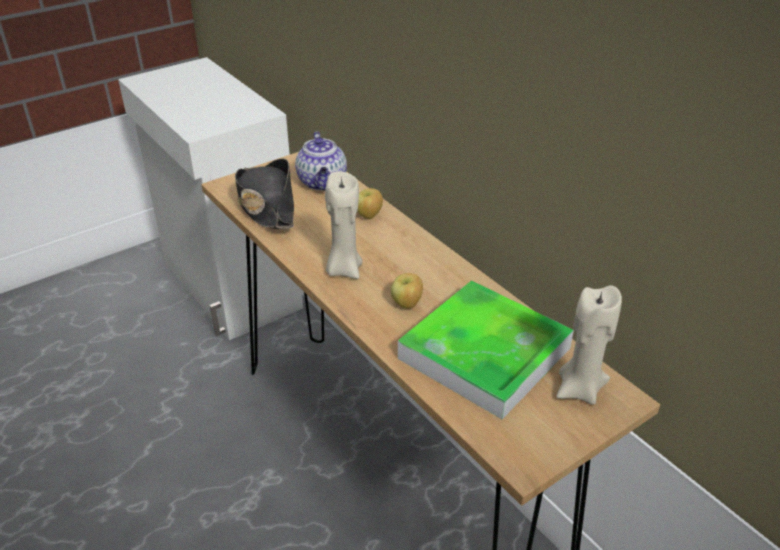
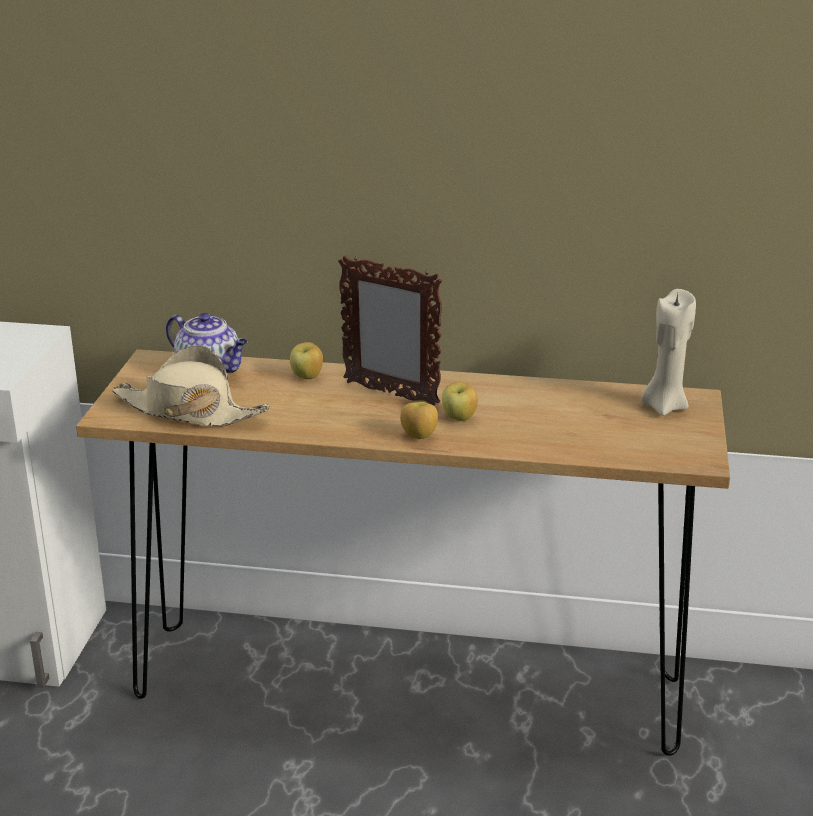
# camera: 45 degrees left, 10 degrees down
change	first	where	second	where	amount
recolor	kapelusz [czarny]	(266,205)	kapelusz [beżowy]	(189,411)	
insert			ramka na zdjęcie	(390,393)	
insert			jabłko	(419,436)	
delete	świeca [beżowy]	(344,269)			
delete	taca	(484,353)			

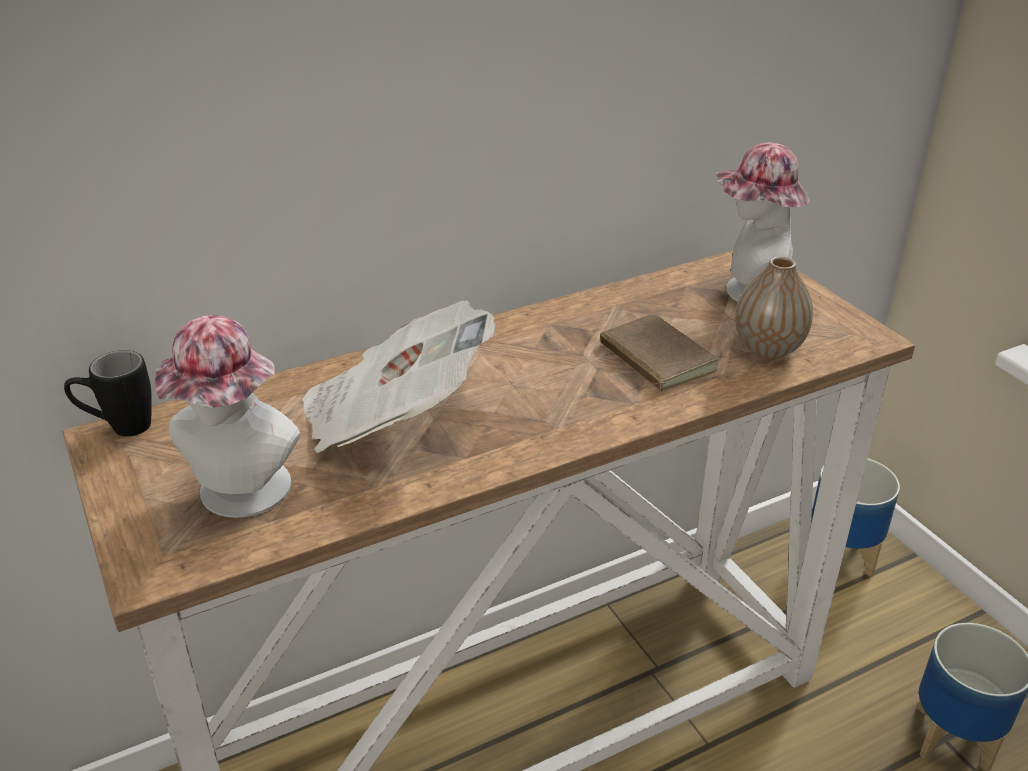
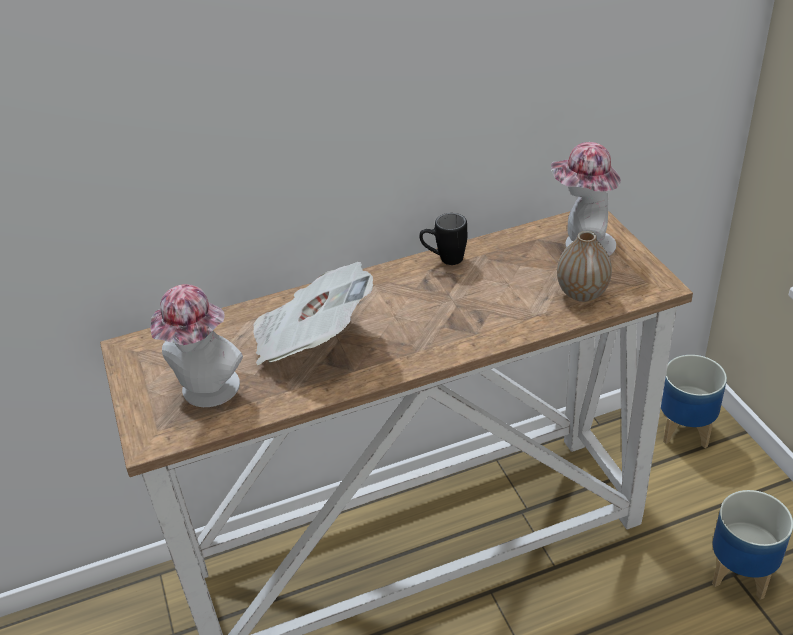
# camera: 10 degrees right, 5 degrees up
change	first	where	second	where	amount
move	kubek [czarny]	(119,427)		(444,259)	
delete	książka [brązowy]	(653,359)			

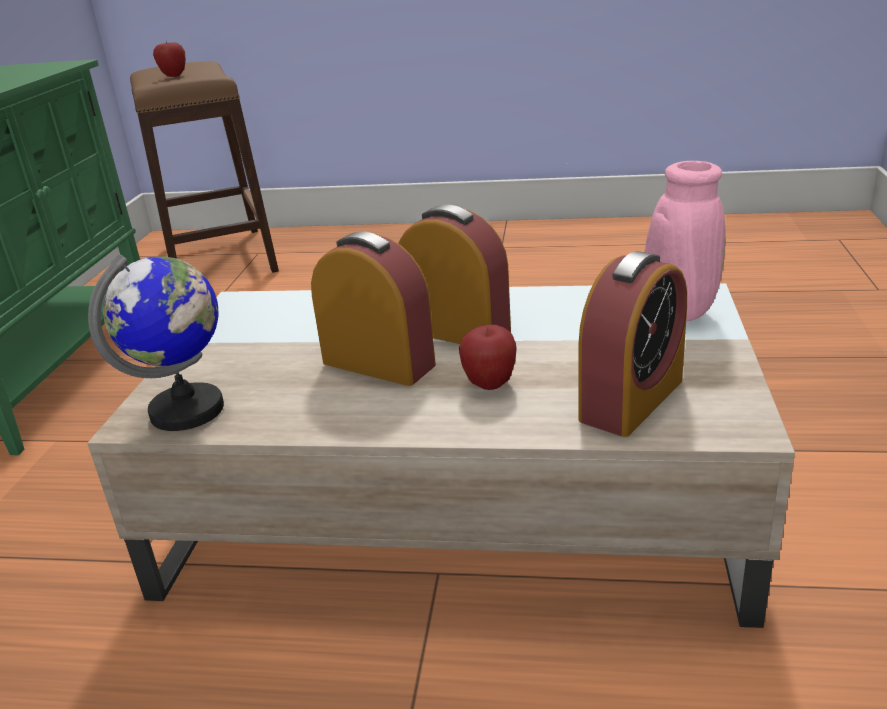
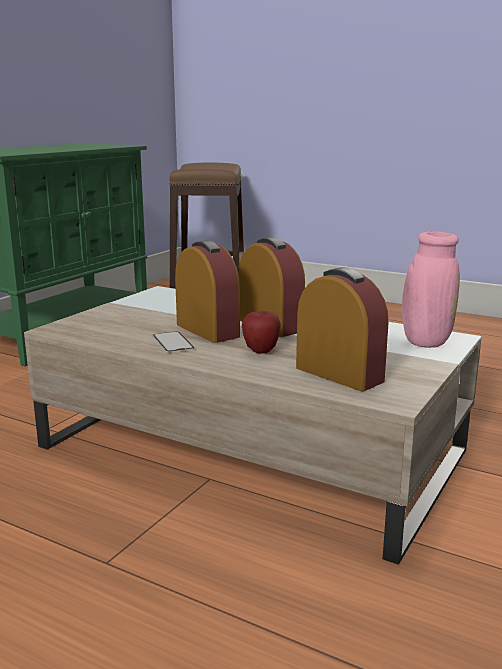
# camera: 20 degrees right, 10 degrees down
change	first	where	second	where	amount
insert			telefon	(173,342)	
rotate	budzik	(631,400)		(339,374)	105 degrees counterclockwise
delete	globus	(188,410)			
delete	jabłko	(174,75)			

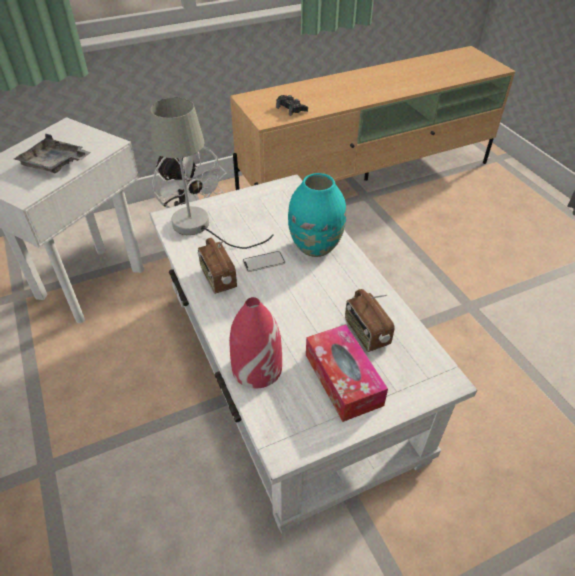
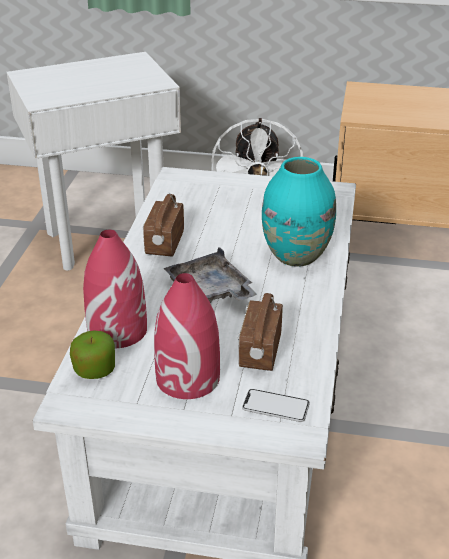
# camera: 35 degrees right, 10 degrees down
change	first	where	second	where	amount
insert			jabłko	(94,370)	
replace	pudełko chusteczek	(343,379)	wazon [czerwony]	(188,378)	
move	taca [szary]	(55,164)		(210,291)	
move	telefon	(264,262)		(275,406)	
delete	lampa stołowa [szary]	(200,227)			
delete	pad do gier [czarny]	(291,109)			

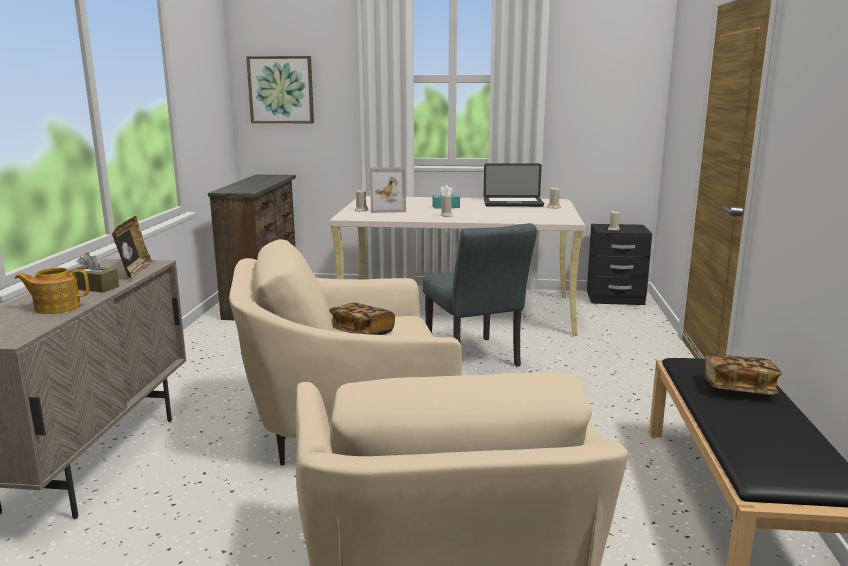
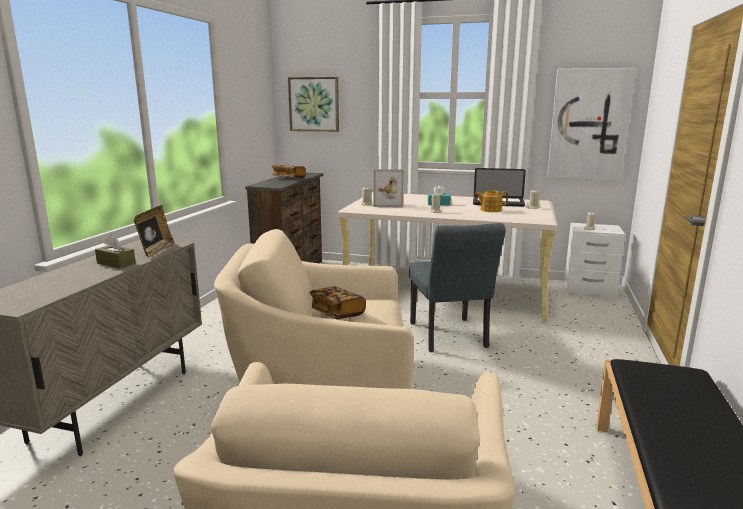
# camera: 10 degrees right, 0 degrees up
change	first	where	second	where	amount
move	książka	(738,389)		(289,178)	
move	imbryk	(56,307)		(490,210)	
insert			obraz	(588,125)	
recolor	szafka nocna [czarny]	(615,298)	szafka nocna [biały]	(589,289)	

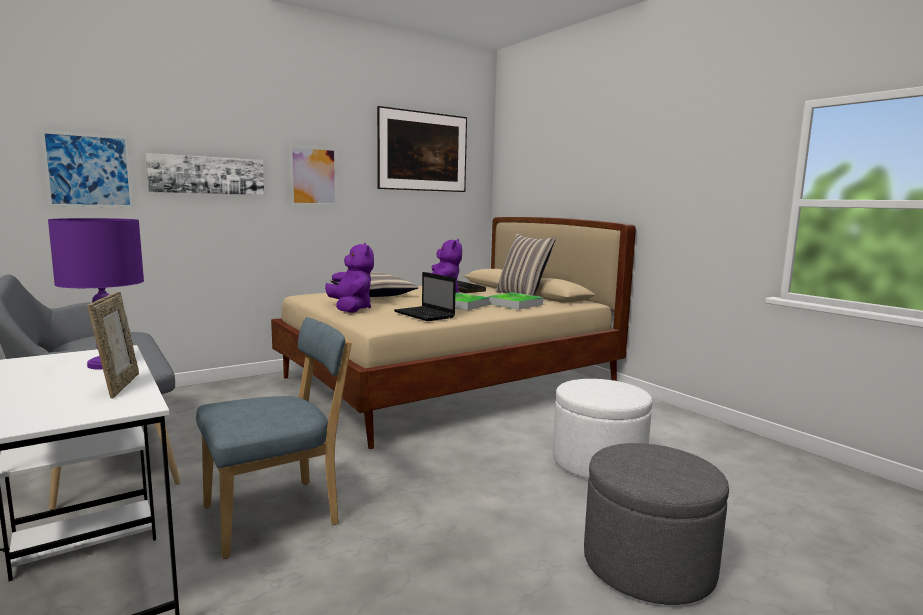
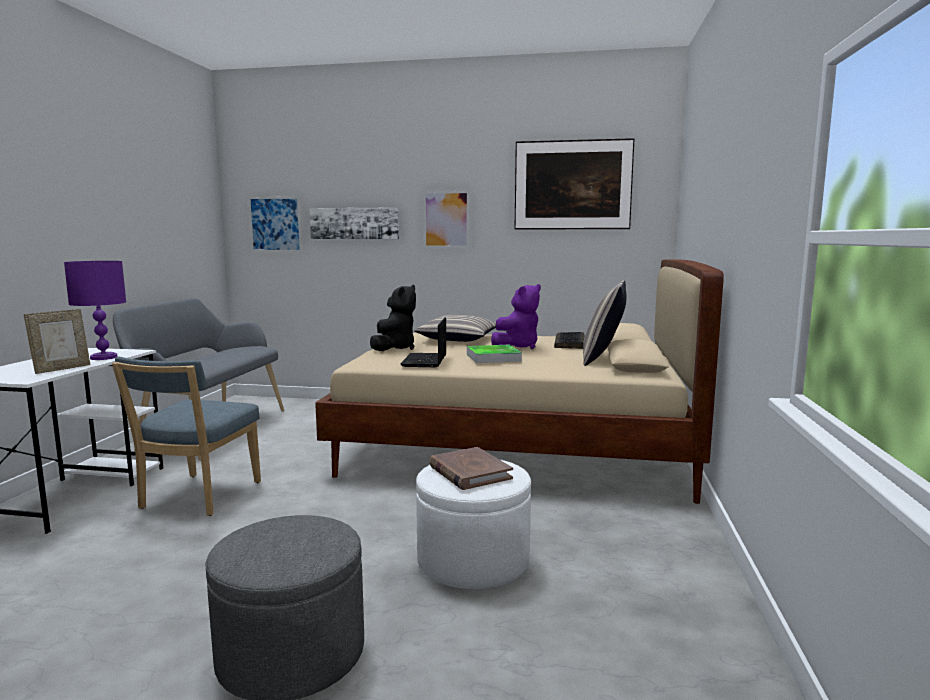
# camera: 45 degrees right, 0 degrees up
change	first	where	second	where	amount
rotate	krzesło [niebieski]	(278,514)		(197,497)	90 degrees clockwise
recolor	pluszak [fioletowy]	(351,309)	pluszak [czarny]	(395,348)	
insert			książka [brązowy]	(469,472)	
delete	taca	(515,304)			

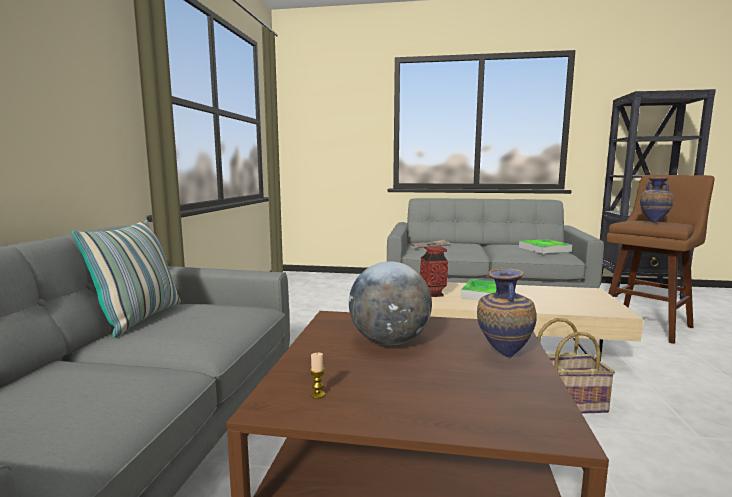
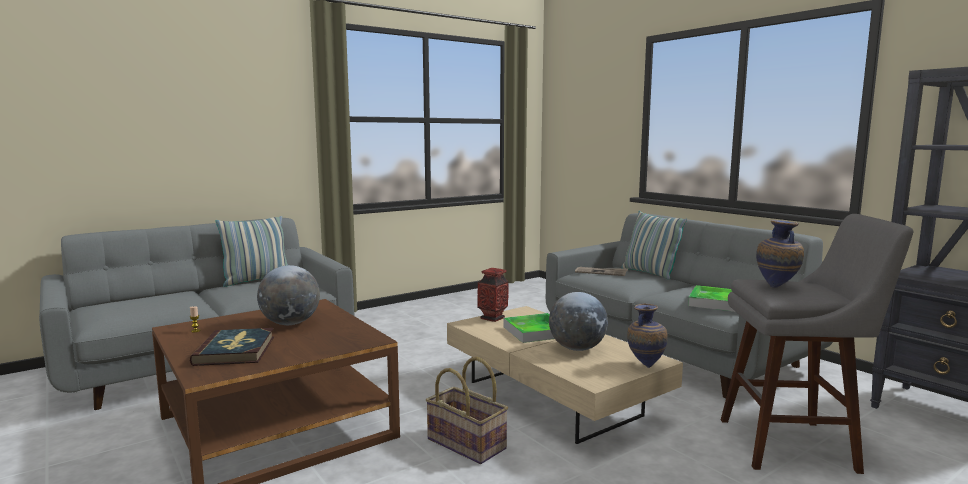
# camera: 45 degrees right, 0 degrees up
change	first	where	second	where	amount
insert			książka	(236,350)	
insert			globus	(577,348)	
insert			poduszka	(649,273)	
move	wazon	(502,356)		(645,365)	
recolor	stołek [brązowy]	(648,324)	stołek [szary]	(795,445)	

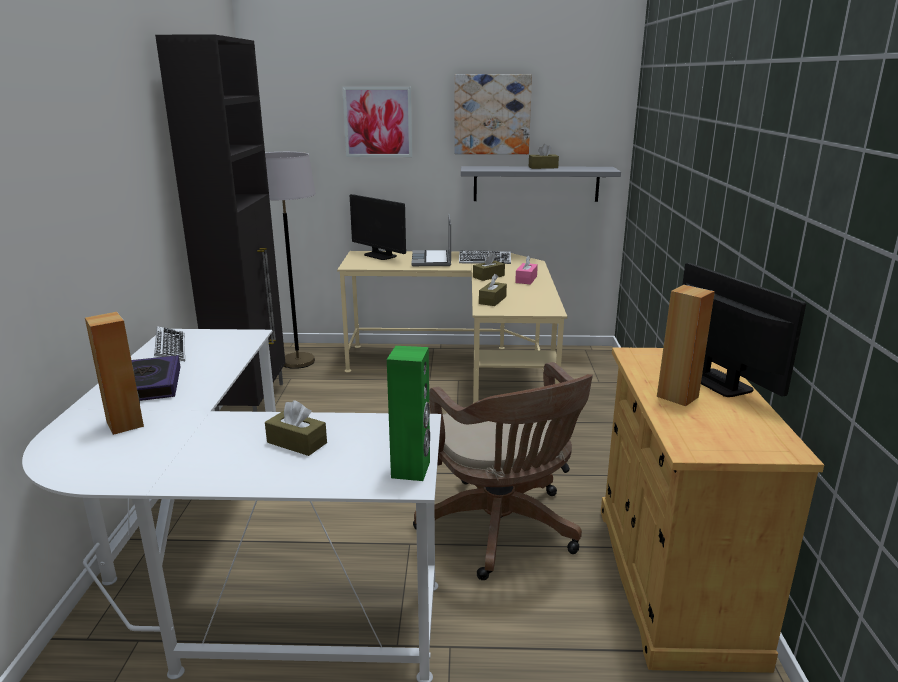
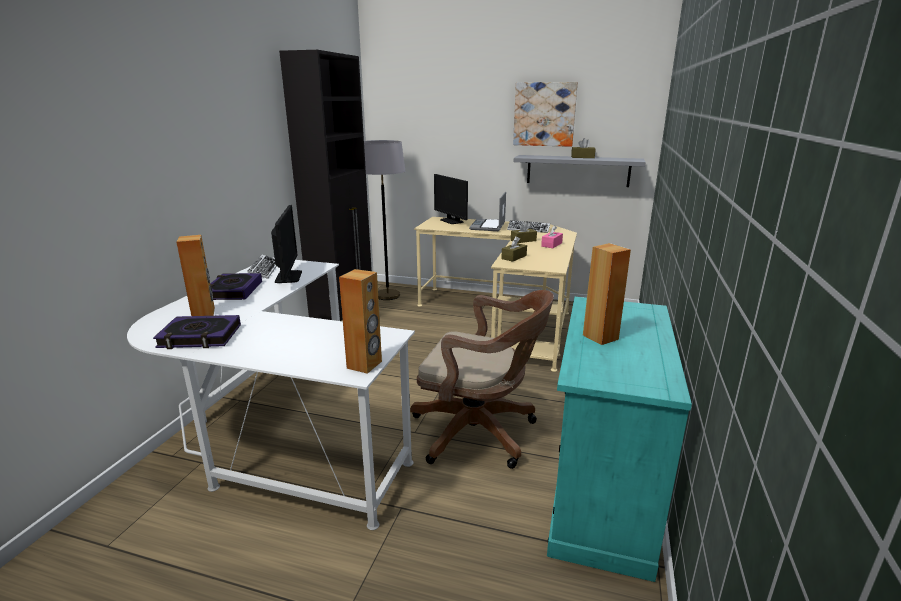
# camera: 15 degrees right, 0 degrees up
change	first	where	second	where	amount
insert			książka	(200,337)	
move	monitor	(719,383)		(288,277)	
recolor	głośnik [zielony]	(411,470)	głośnik [brązowy]	(365,365)	
rotate	krzesło biurowe [brązowy]	(502,530)		(480,433)	60 degrees counterclockwise
recolor	szafka [beżowy]	(672,580)	szafka [turkusowy]	(600,493)	
delete	pudełko chusteczek [brązowy]	(297,443)			
delete	obraz	(378,122)			

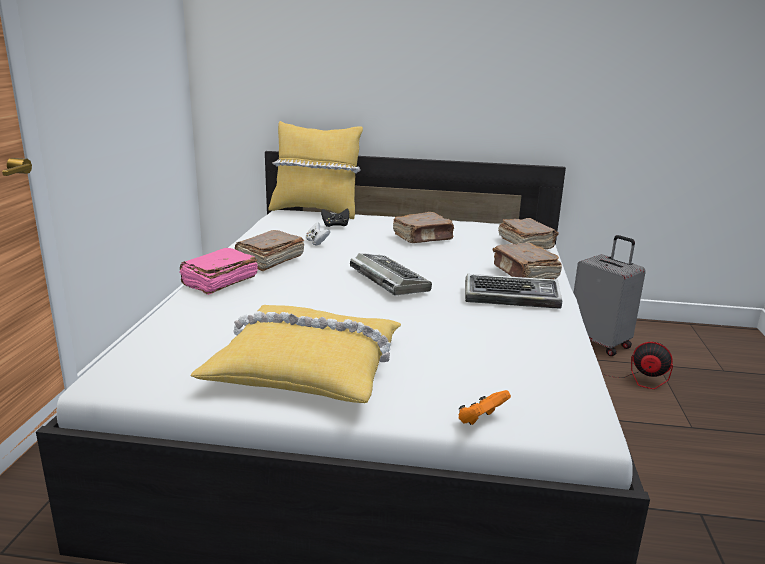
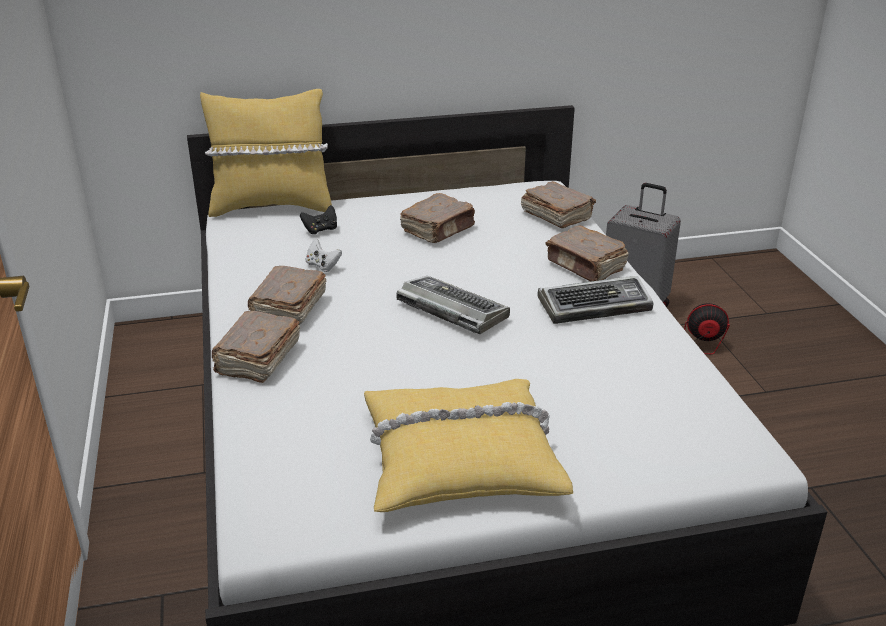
# camera: 20 degrees left, 10 degrees up
change	first	where	second	where	amount
recolor	książka [różowy]	(219,282)	książka [brązowy]	(257,359)	
delete	pad do gier [pomarańczowy]	(481,420)			

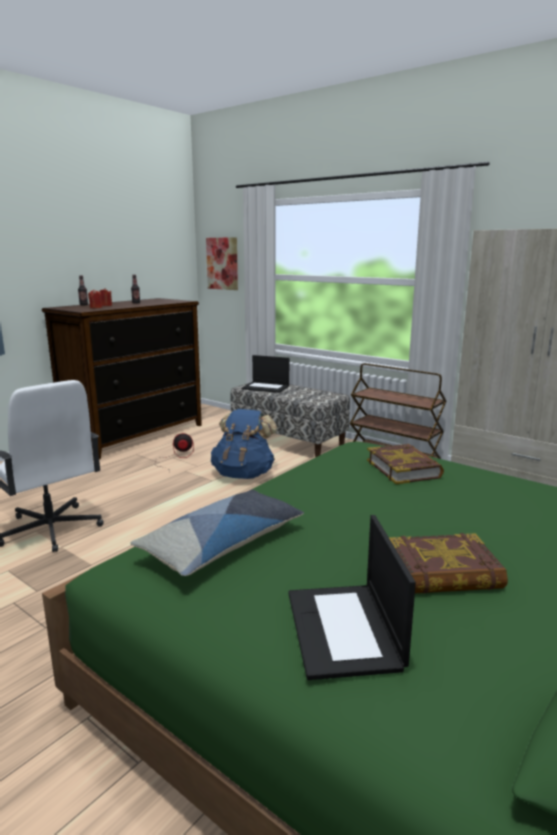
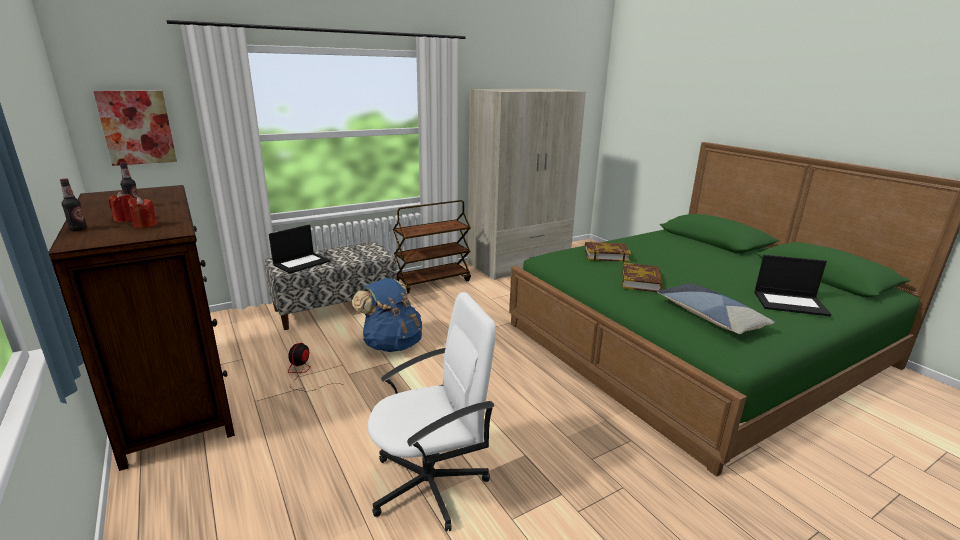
# camera: 70 degrees left, 5 degrees up
change	first	where	second	where	amount
move	książka	(444,572)		(641,281)	

